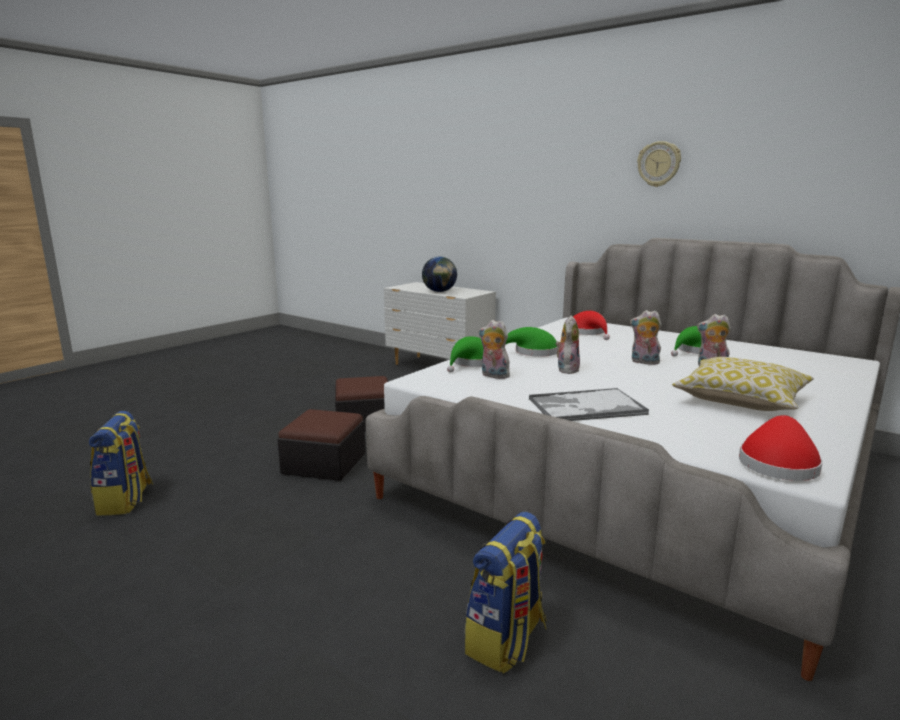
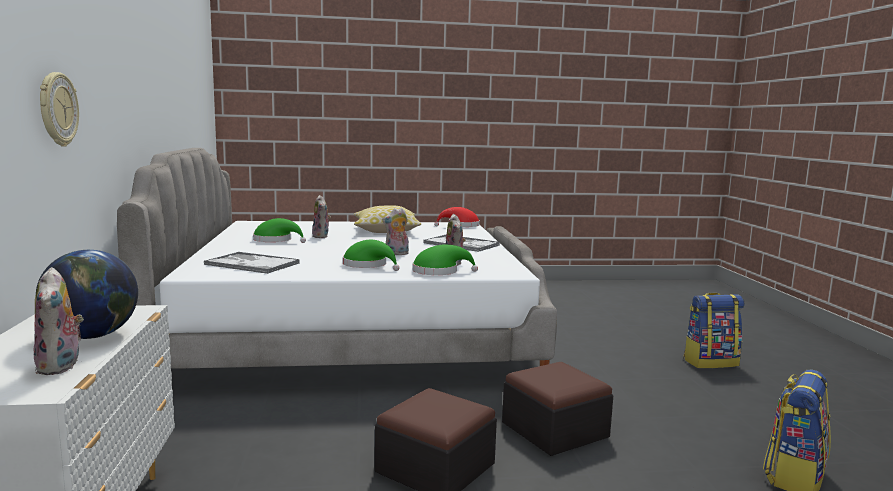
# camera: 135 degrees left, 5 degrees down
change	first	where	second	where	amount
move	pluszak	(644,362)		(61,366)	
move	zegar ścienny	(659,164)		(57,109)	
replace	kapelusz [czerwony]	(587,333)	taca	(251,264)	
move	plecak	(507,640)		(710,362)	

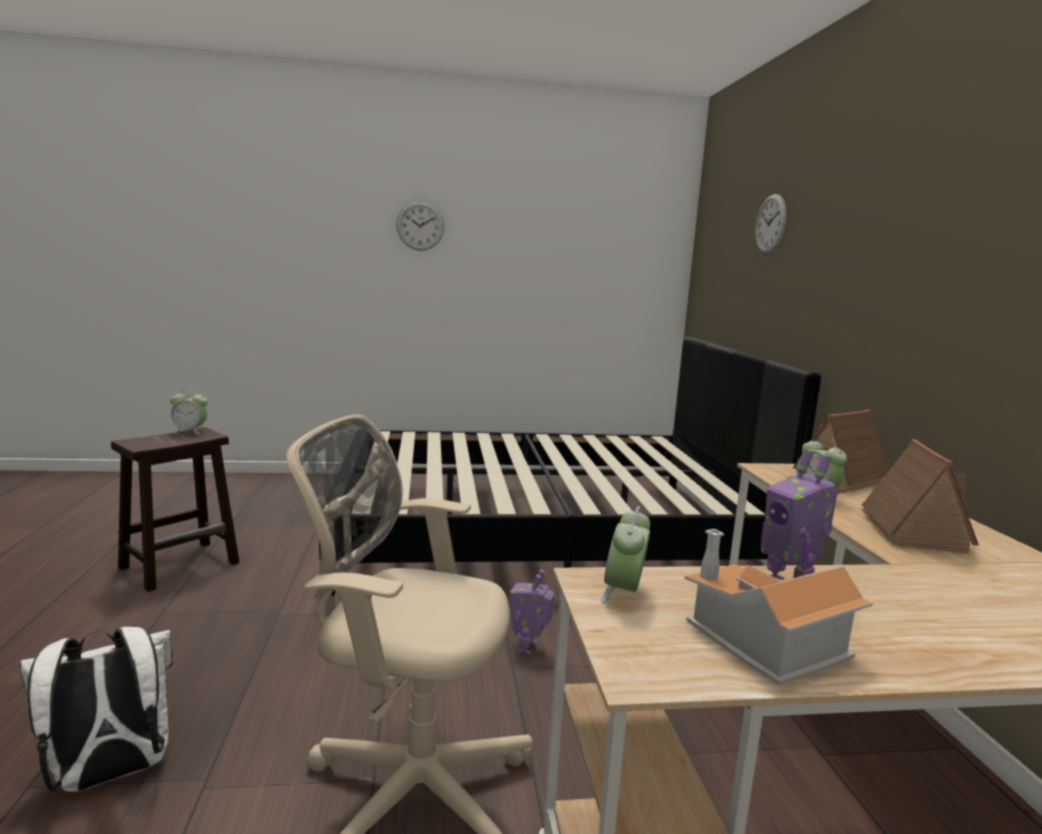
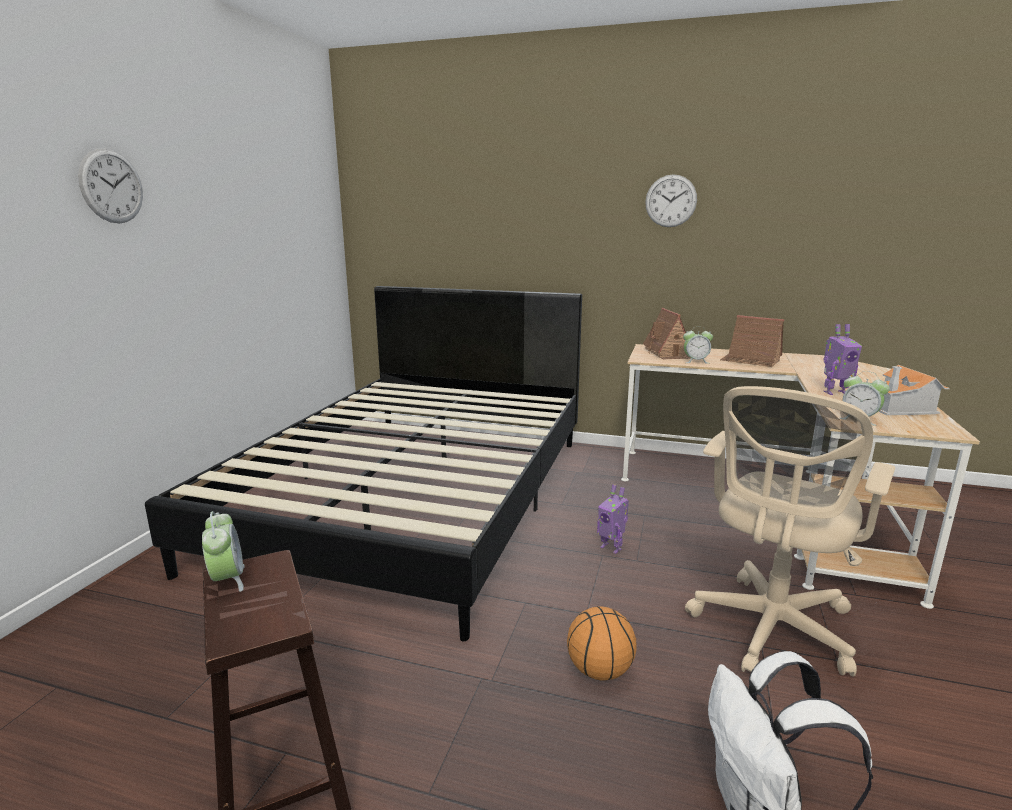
# camera: 65 degrees left, 5 degrees up
change	first	where	second	where	amount
rotate	budzik	(190,431)		(227,580)	45 degrees counterclockwise
insert			piłka do koszykówki	(600,671)	
move	zegar ścienny	(770,224)		(671,201)	

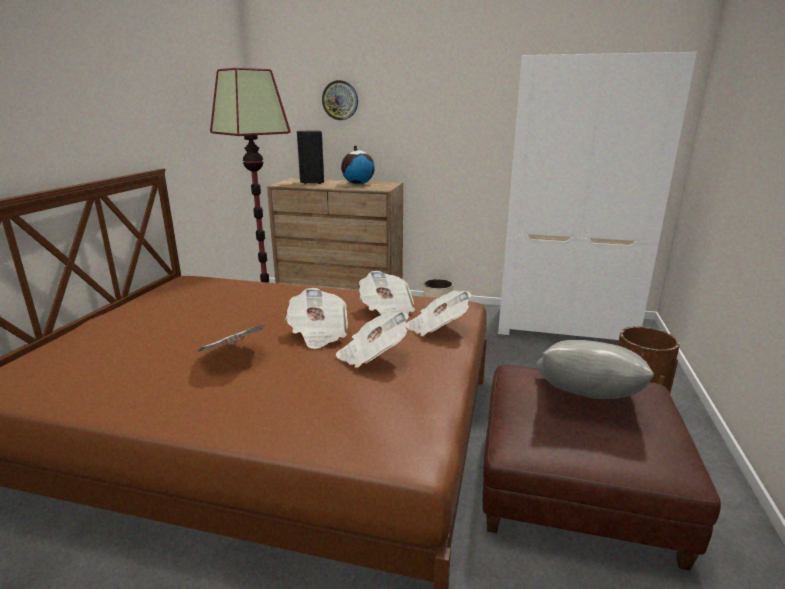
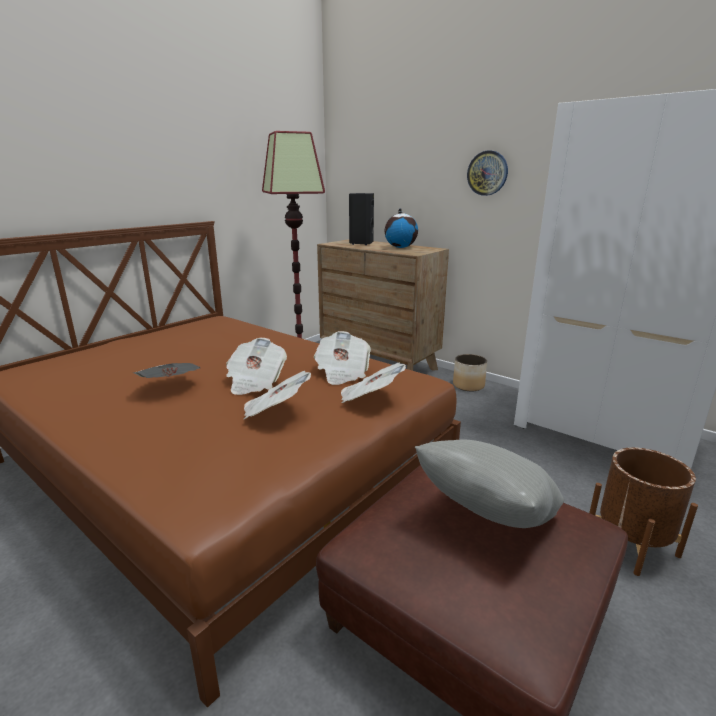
# camera: 25 degrees right, 0 degrees up
change	first	where	second	where	amount
move	zegar ścienny	(340,100)		(487,173)	

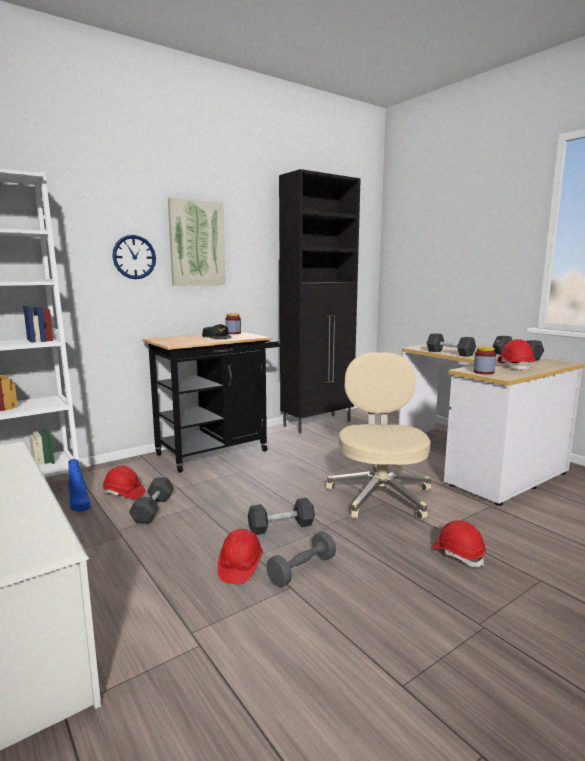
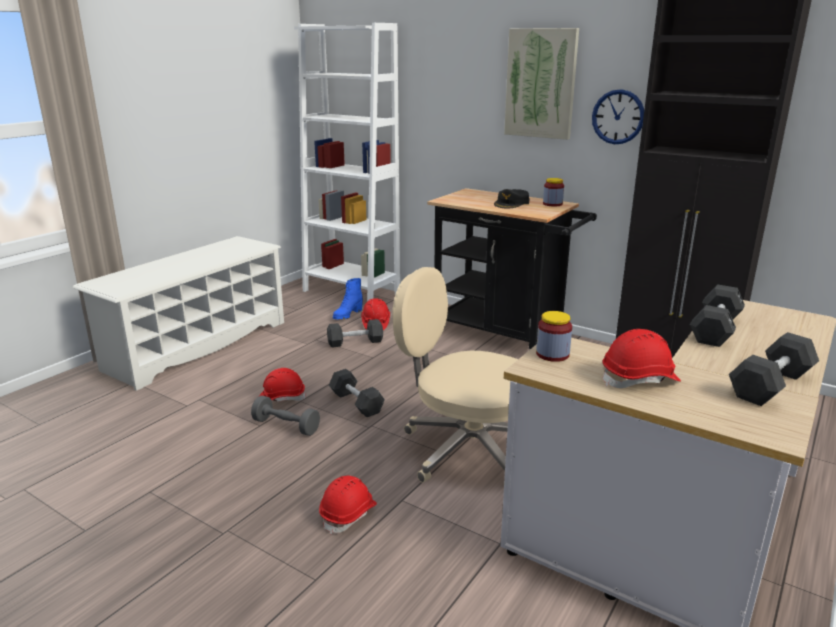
# camera: 70 degrees right, 10 degrees up
change	first	where	second	where	amount
rotate	krzesło biurowe [beżowy]	(380,495)		(466,449)	135 degrees counterclockwise
move	zegar ścienny	(134,257)		(618,117)	

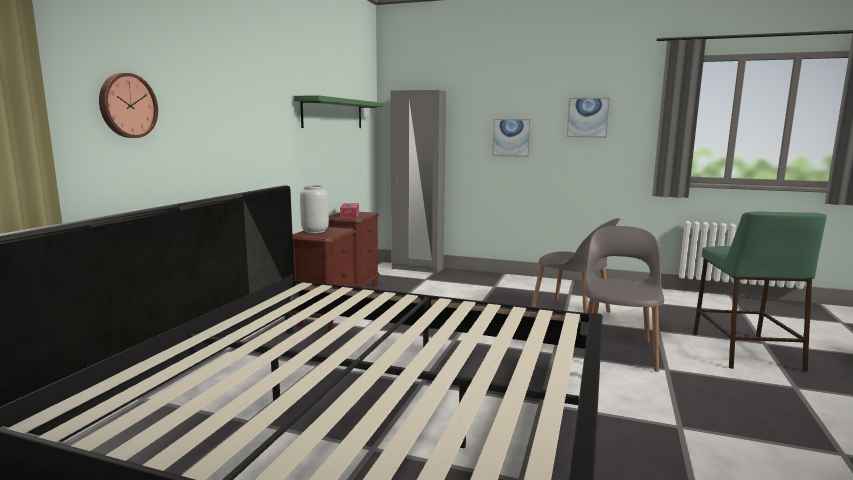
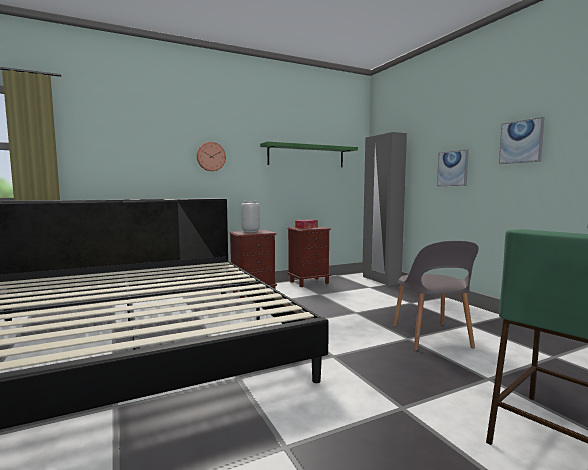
# camera: 45 degrees right, 5 degrees down
change	first	where	second	where	amount
move	zegar ścienny	(127,105)		(211,156)	
delete	krzesło [szary]	(617,351)			

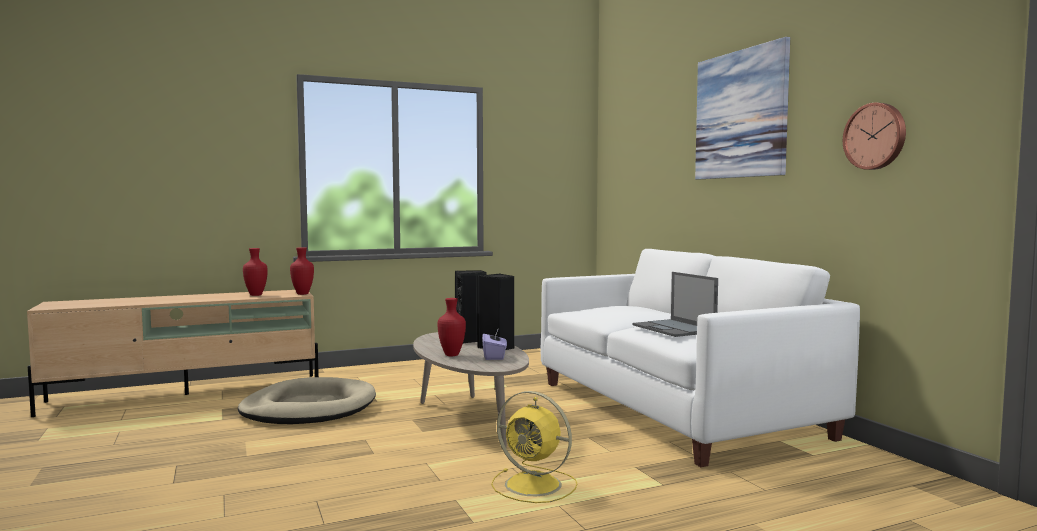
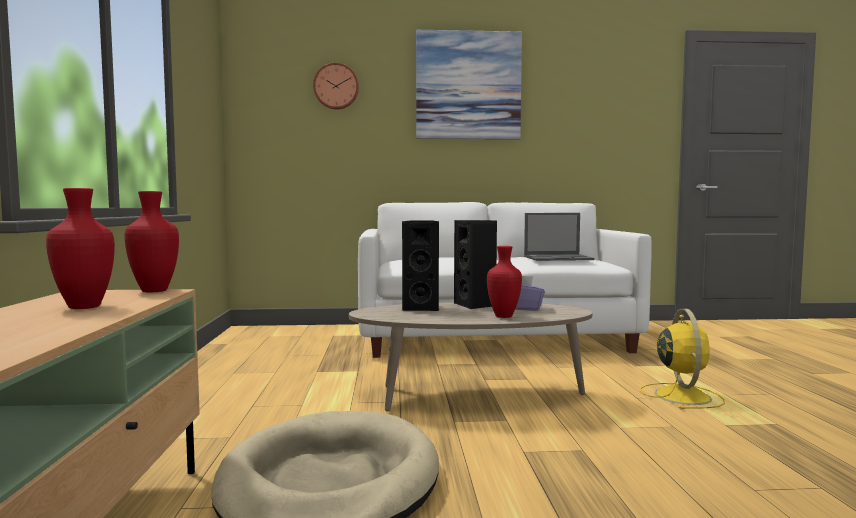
# camera: 70 degrees left, 0 degrees up
change	first	where	second	where	amount
move	zegar ścienny	(875,136)		(336,86)	
rotate	wentylator [żółty]	(535,485)		(681,395)	45 degrees counterclockwise

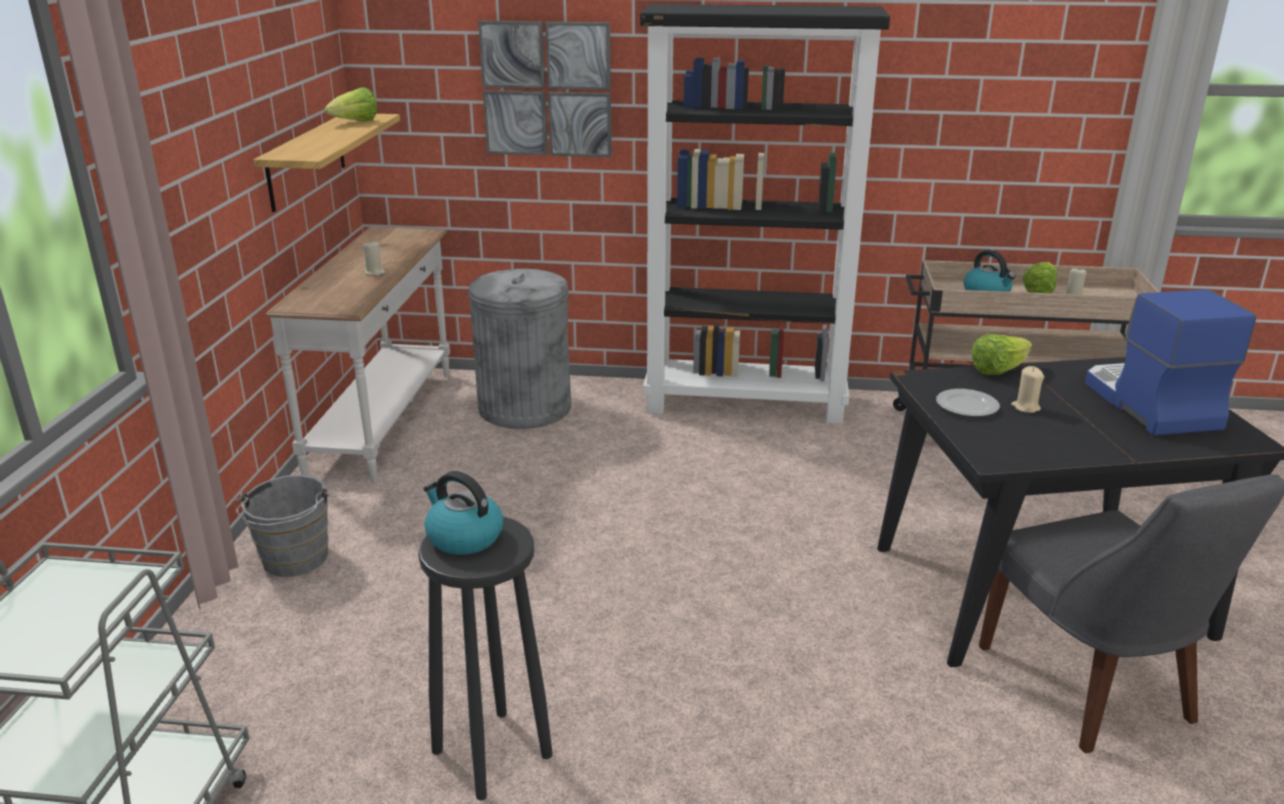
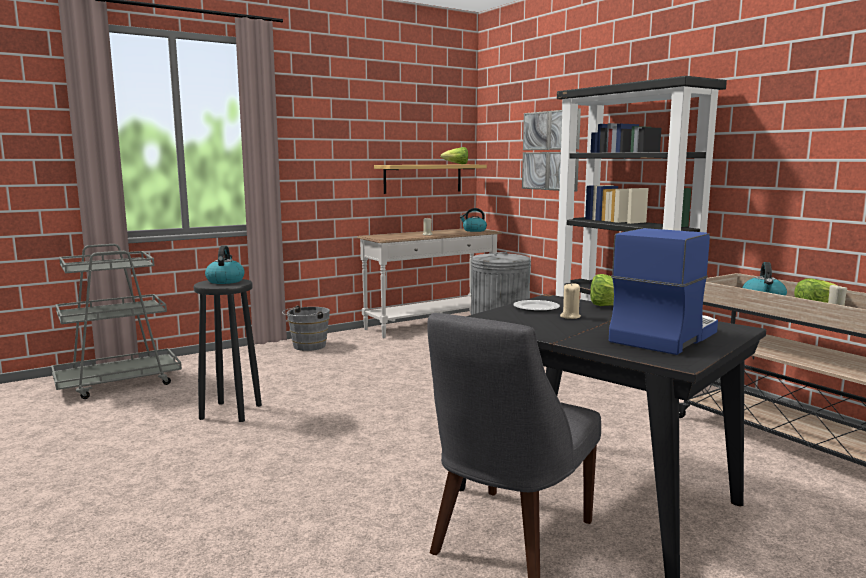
# camera: 50 degrees right, 15 degrees down
change	first	where	second	where	amount
insert			czajnik	(474,230)	

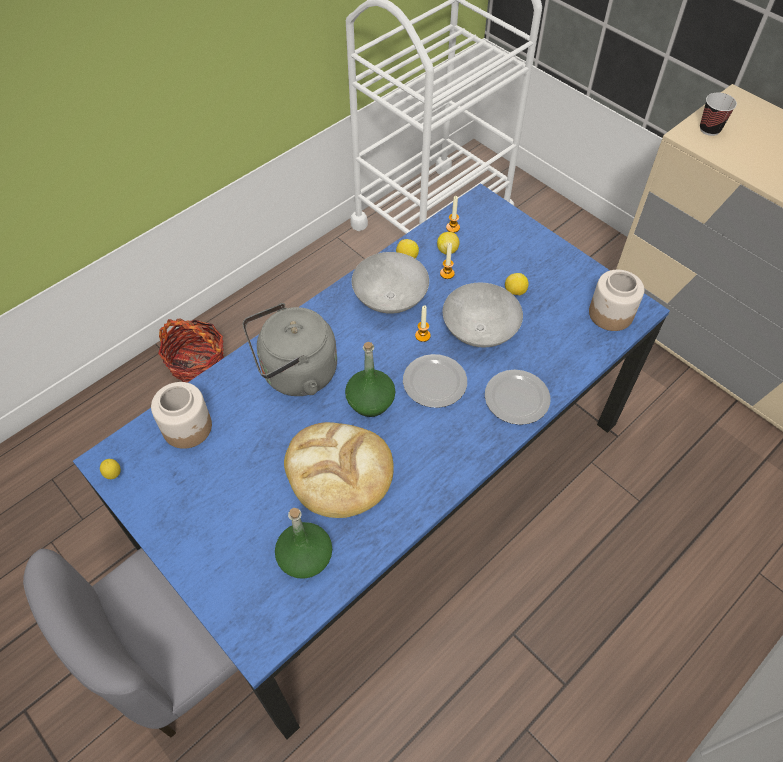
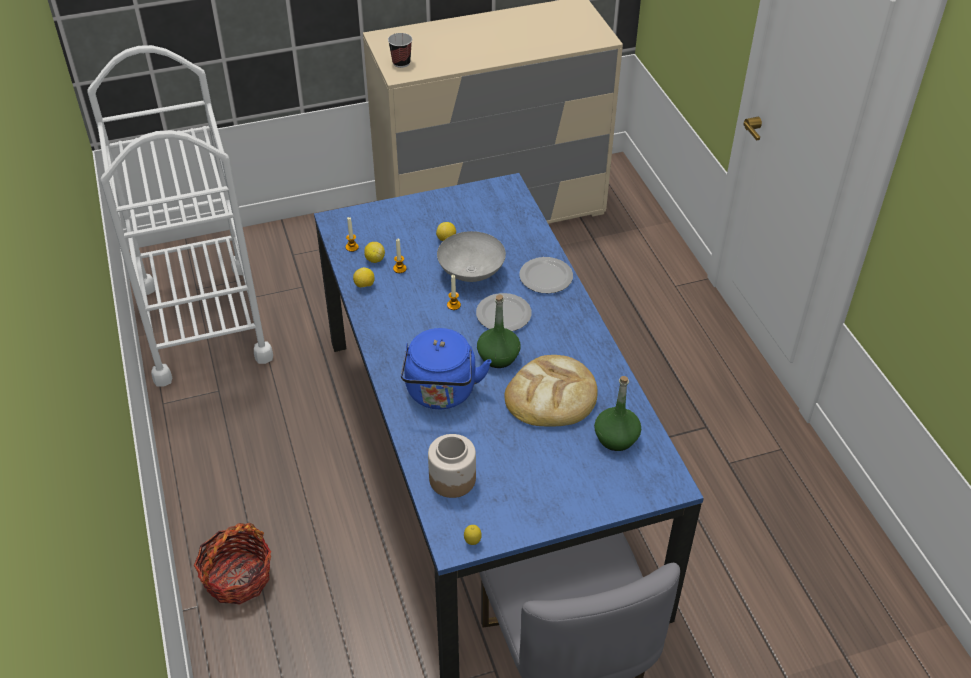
# camera: 65 degrees left, 10 degrees down
change	first	where	second	where	amount
recolor	czajnik [szary]	(295,374)	czajnik [niebieski]	(441,393)	
delete	miska [szary]	(389,298)			
delete	słoik	(611,314)			

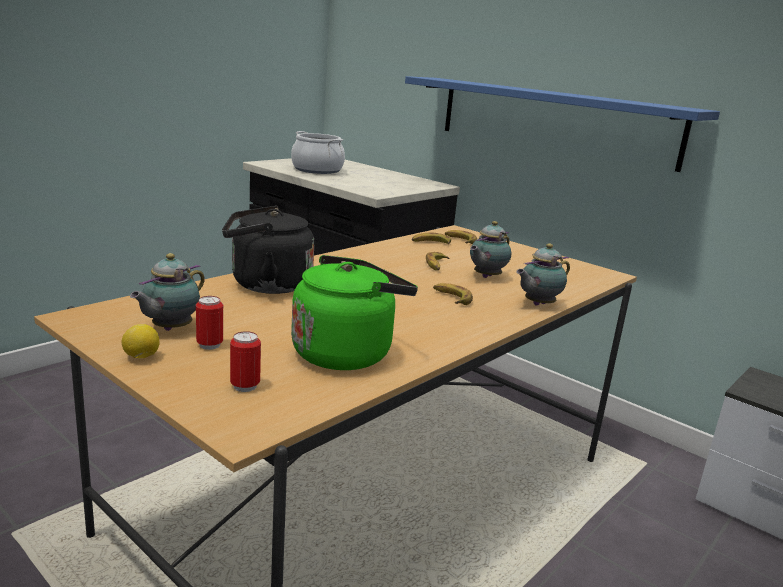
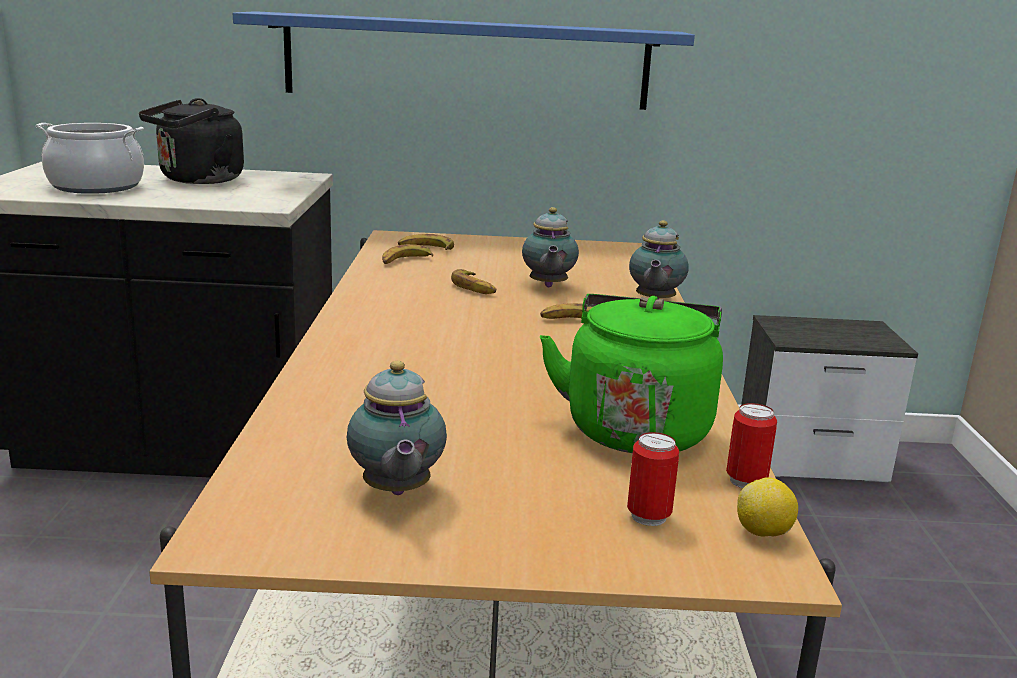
# camera: 40 degrees left, 0 degrees up
change	first	where	second	where	amount
move	czajnik [czarny]	(266,285)		(197,180)	
move	puszka	(210,345)		(746,481)	
move	cytryna	(141,357)		(764,533)	

